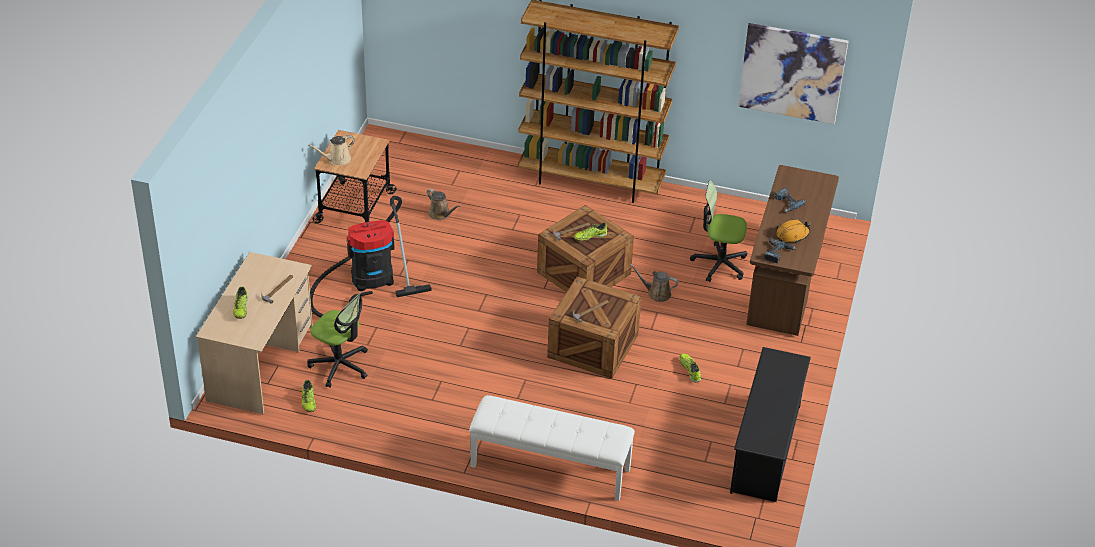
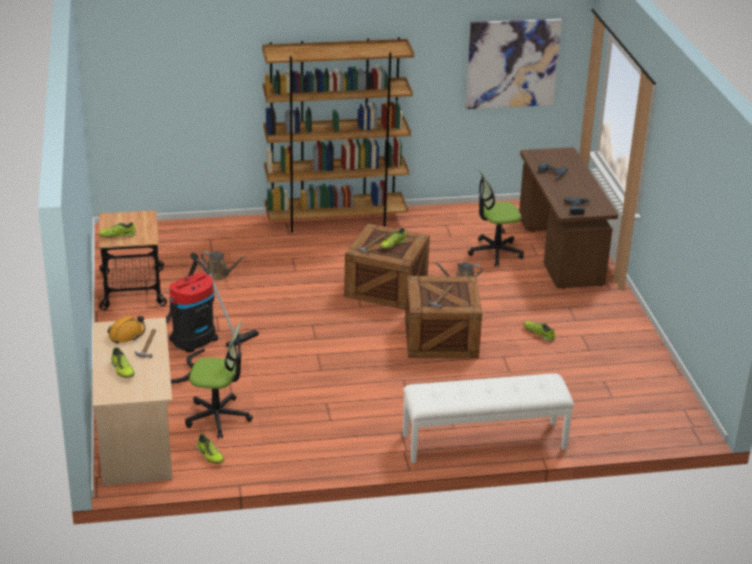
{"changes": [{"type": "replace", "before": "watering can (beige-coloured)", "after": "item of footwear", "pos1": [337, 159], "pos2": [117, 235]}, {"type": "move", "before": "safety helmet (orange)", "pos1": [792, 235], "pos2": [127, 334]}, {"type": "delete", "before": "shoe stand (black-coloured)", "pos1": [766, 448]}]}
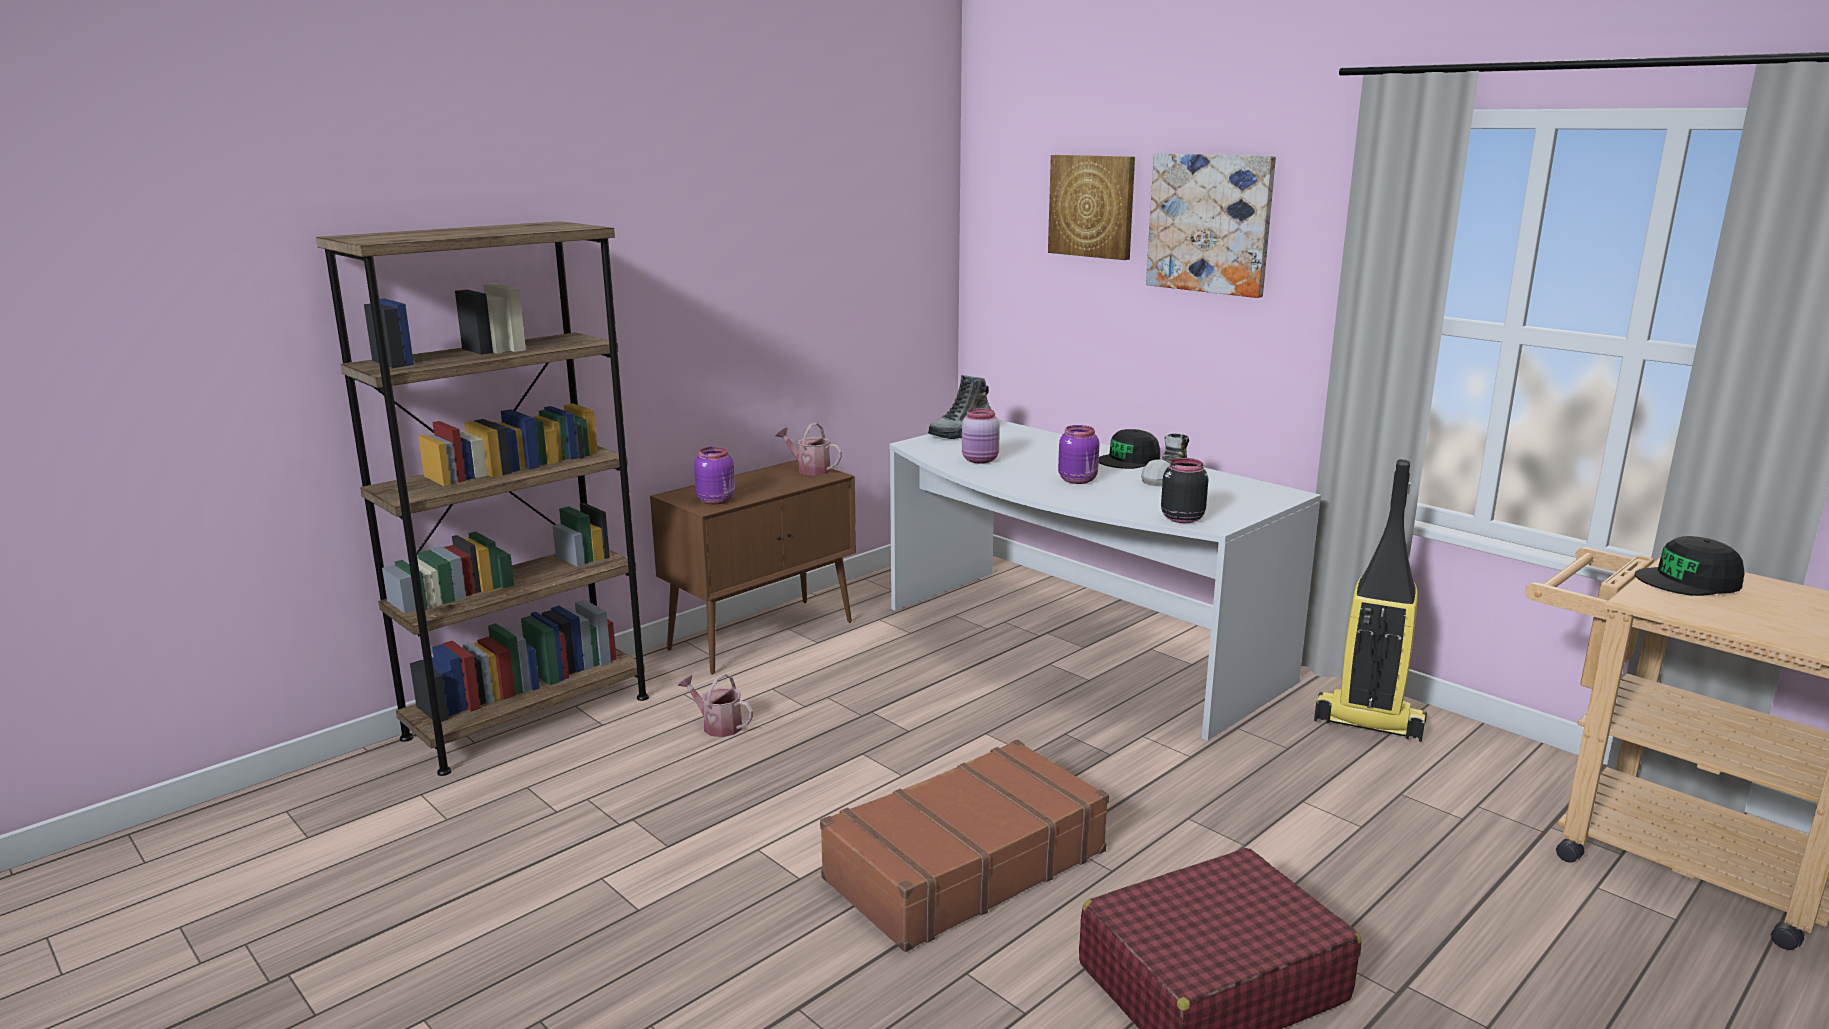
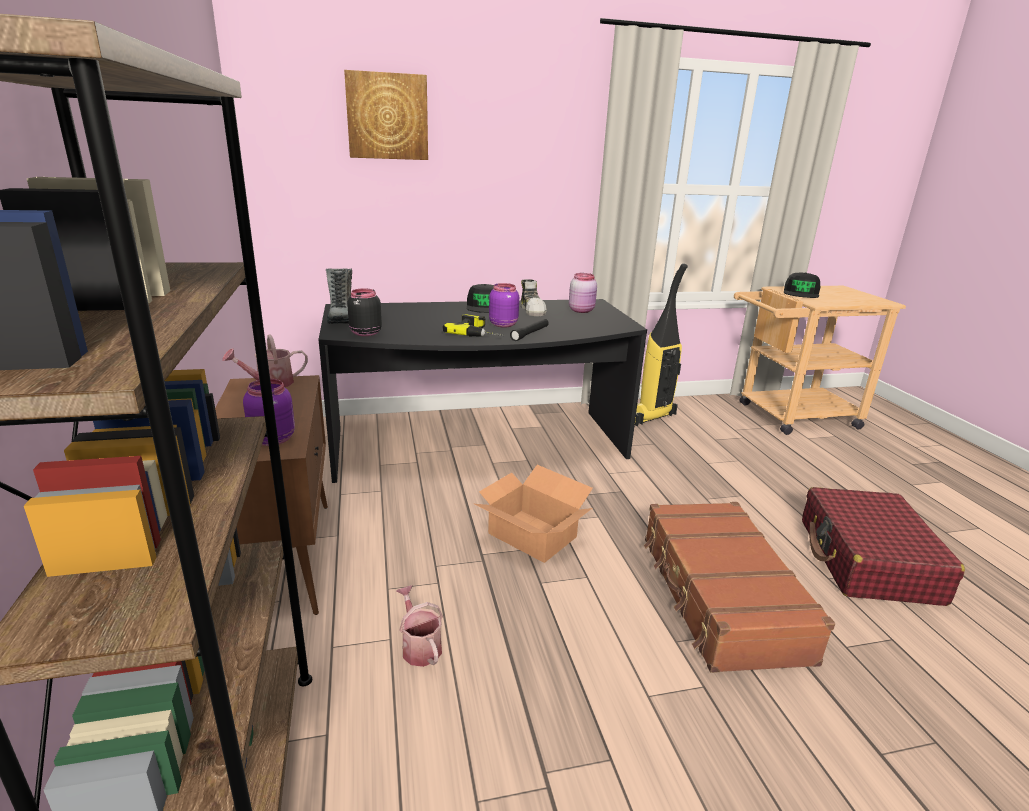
{"changes": [{"type": "delete", "before": "wall art", "pos1": [1210, 223]}, {"type": "move", "before": "storage jar (pink-coloured)", "pos1": [981, 460], "pos2": [582, 310]}, {"type": "recolor", "before": "desk (white)", "after": "desk (black-coloured)", "pos1": [1073, 647], "pos2": [480, 447]}, {"type": "move", "before": "storage jar (black-coloured)", "pos1": [1181, 518], "pos2": [364, 333]}, {"type": "rotate", "before": "watering can", "pos1": [717, 725], "pos2": [419, 646], "turn": 90}, {"type": "insert", "after": "drill", "pos2": [479, 333]}, {"type": "insert", "after": "torch (black-coloured)", "pos2": [530, 334]}, {"type": "insert", "after": "cardboard box", "pos2": [532, 534]}]}
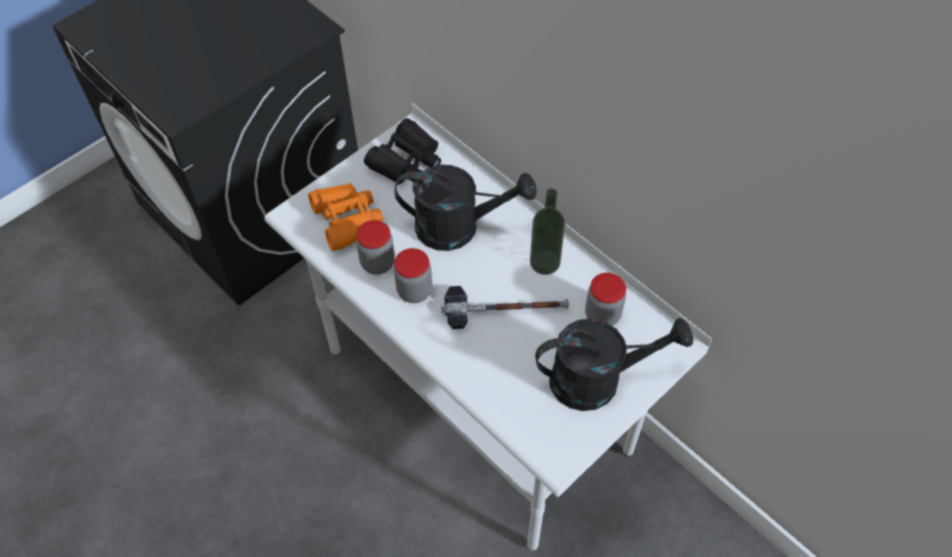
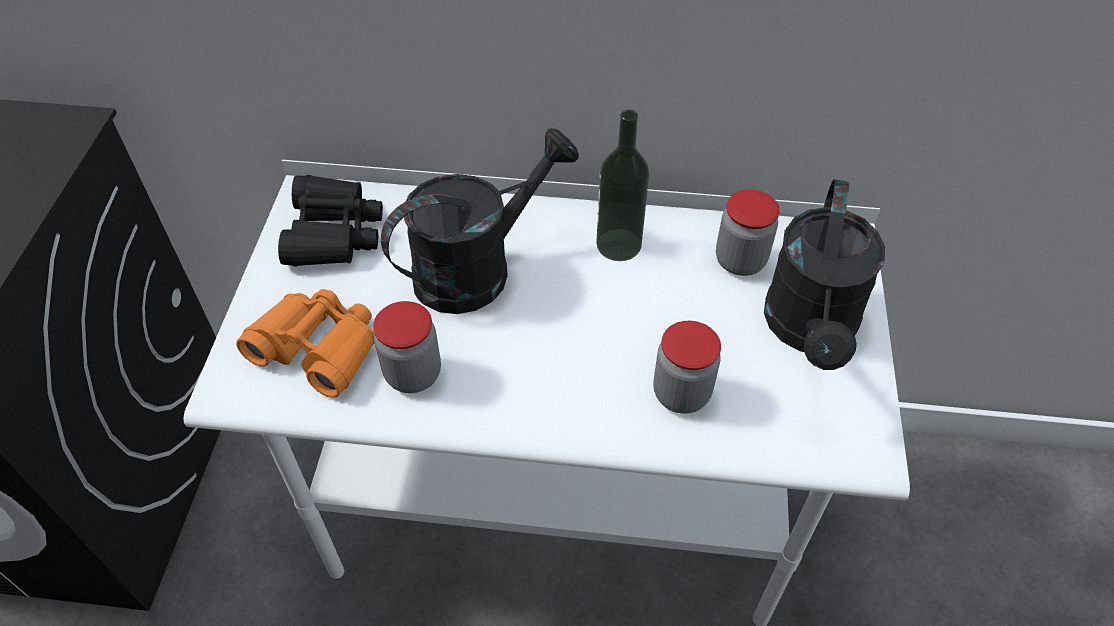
{"changes": [{"type": "move", "before": "storage jar", "pos1": [414, 291], "pos2": [681, 393]}, {"type": "delete", "before": "hammer", "pos1": [504, 309]}, {"type": "rotate", "before": "watering can (black-coloured)", "pos1": [598, 379], "pos2": [810, 331], "turn": 150}]}
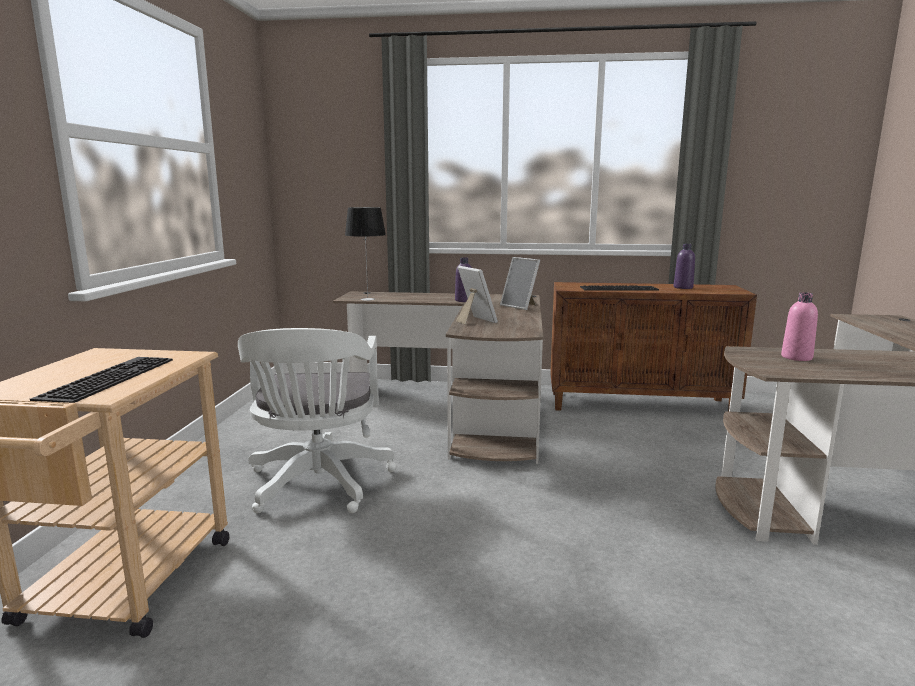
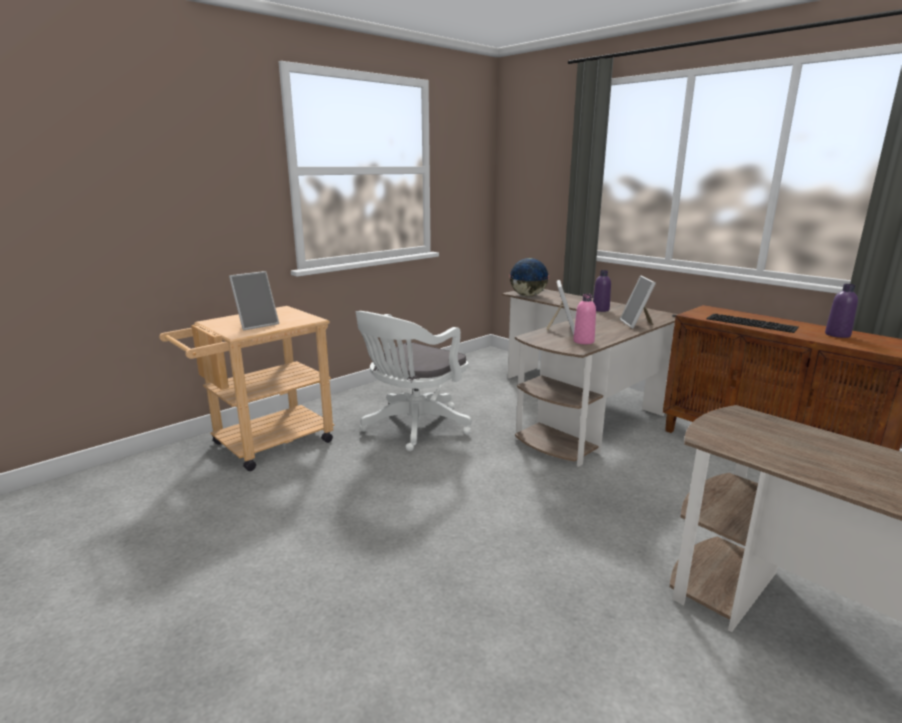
{"changes": [{"type": "replace", "before": "lamp for a table", "after": "world globe", "pos1": [367, 299], "pos2": [527, 296]}, {"type": "move", "before": "drink bottle (pink-coloured)", "pos1": [796, 357], "pos2": [583, 341]}, {"type": "replace", "before": "PC keyboard", "after": "standing frame", "pos1": [107, 377], "pos2": [257, 324]}]}
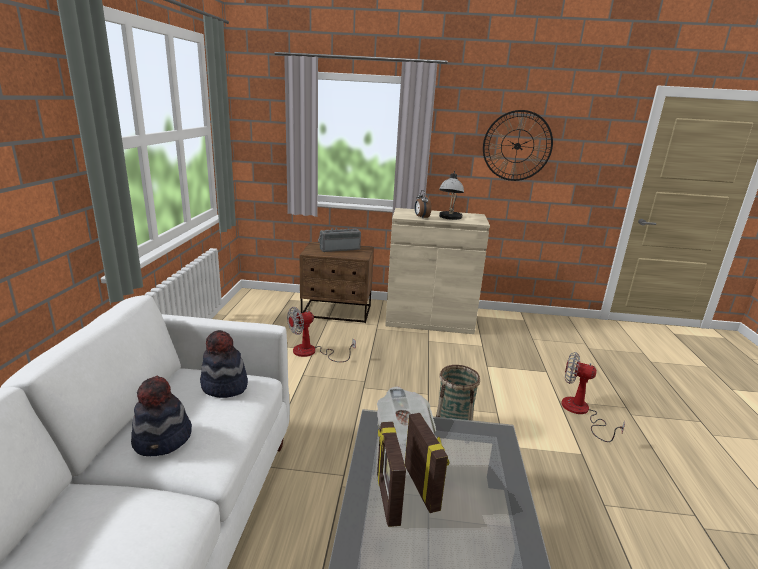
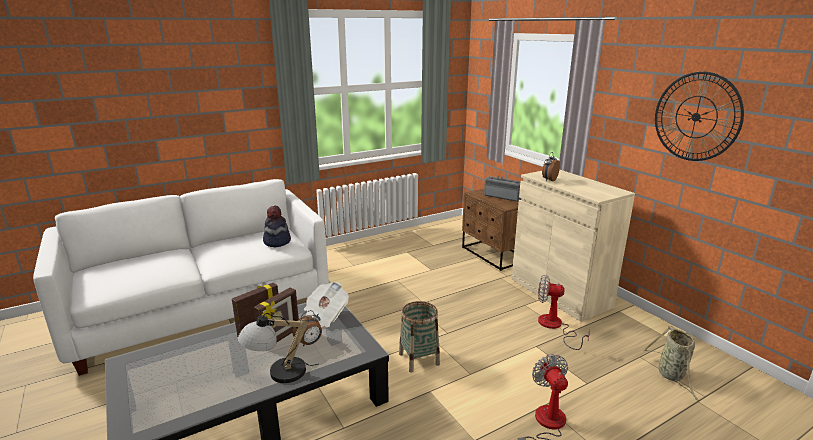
{"changes": [{"type": "move", "before": "lamp for a table", "pos1": [449, 218], "pos2": [277, 374]}, {"type": "move", "before": "cooling fan", "pos1": [312, 352], "pos2": [555, 327]}, {"type": "delete", "before": "hat", "pos1": [163, 440]}, {"type": "insert", "after": "table clock", "pos2": [309, 343]}, {"type": "insert", "after": "storage basket", "pos2": [672, 376]}]}
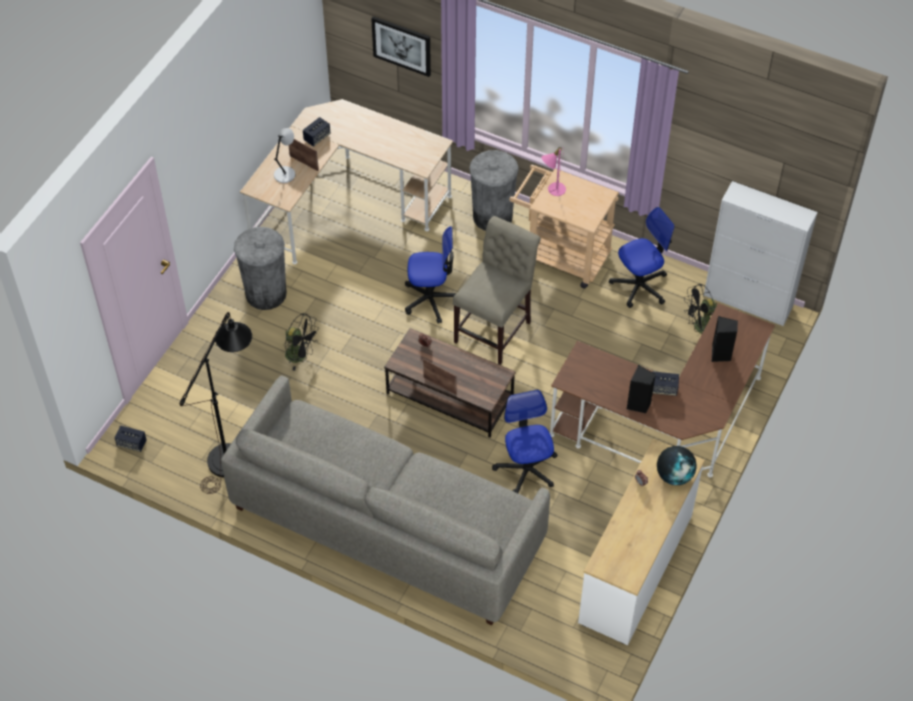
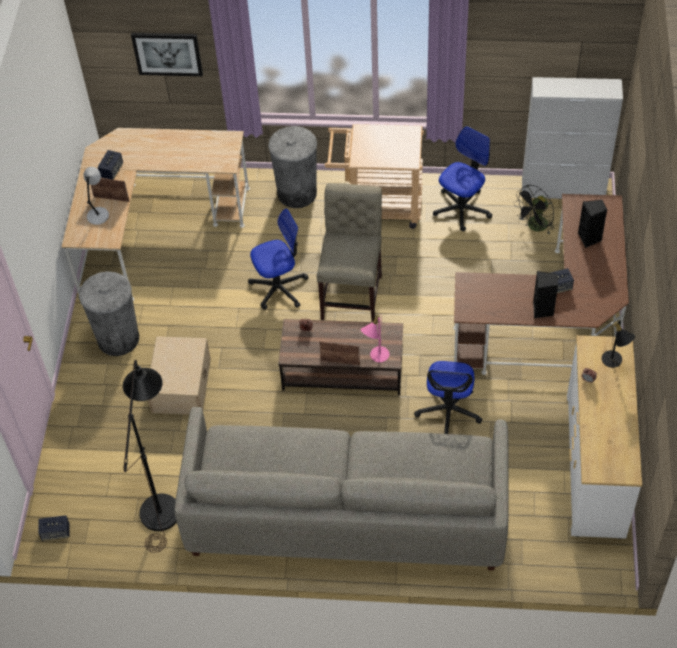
{"changes": [{"type": "move", "before": "lamp for a table (pink-coloured)", "pos1": [553, 189], "pos2": [376, 356]}, {"type": "replace", "before": "cooling fan (black-coloured)", "after": "storage box (beige-coloured)", "pos1": [301, 355], "pos2": [181, 384]}, {"type": "rotate", "before": "computer chair", "pos1": [526, 469], "pos2": [448, 411], "turn": -135}, {"type": "replace", "before": "world globe", "after": "lamp for a table (black-coloured)", "pos1": [674, 475], "pos2": [614, 362]}]}
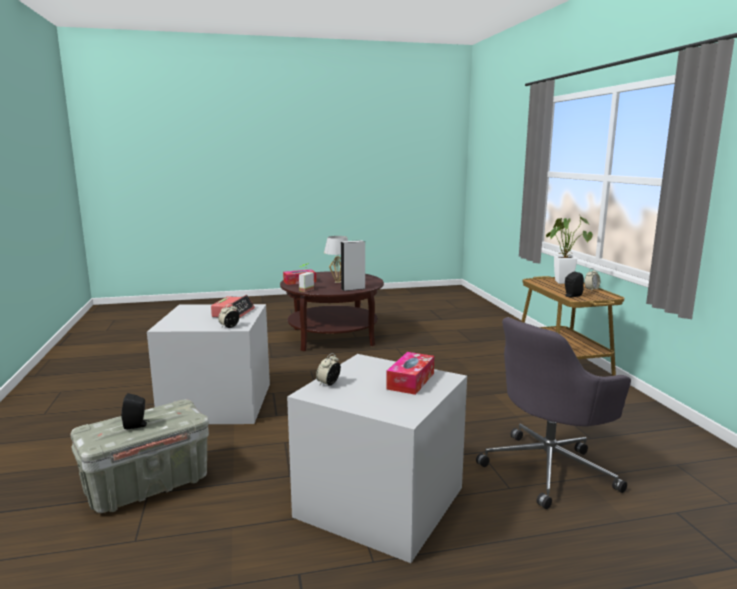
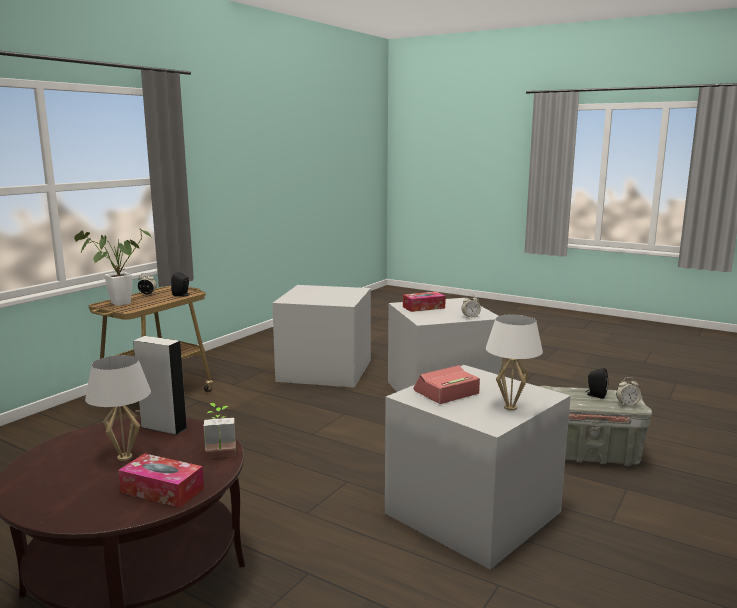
{"changes": [{"type": "move", "before": "table clock", "pos1": [229, 327], "pos2": [627, 404]}, {"type": "replace", "before": "computer chair (gray)", "after": "storage box (gray)", "pos1": [549, 468], "pos2": [326, 371]}, {"type": "insert", "after": "lamp for a table (white)", "pos2": [510, 407]}]}
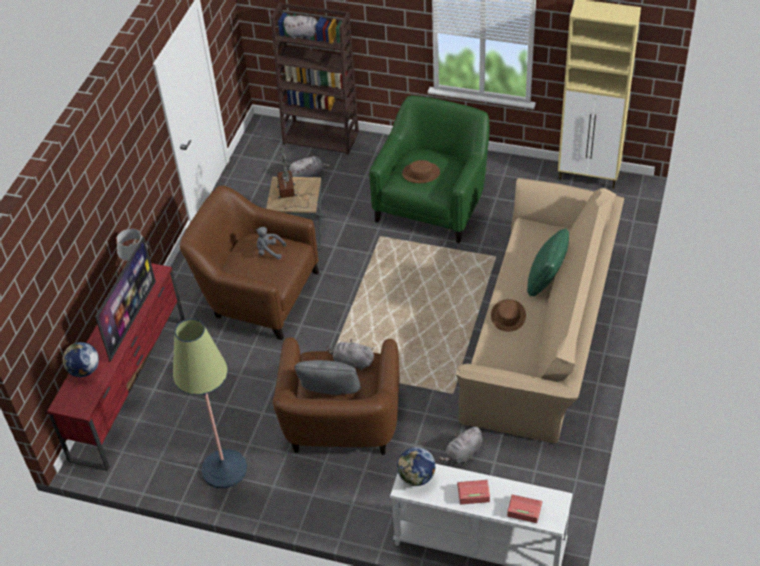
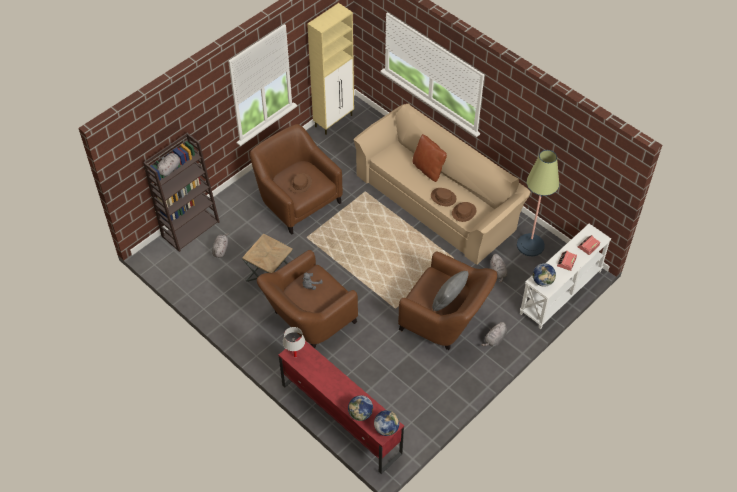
{"changes": [{"type": "recolor", "before": "armchair (green)", "after": "armchair (brown-coloured)", "pos1": [433, 202], "pos2": [297, 199]}, {"type": "delete", "before": "lamp for a table", "pos1": [290, 193]}, {"type": "recolor", "before": "pillow (green)", "after": "pillow (brown-coloured)", "pos1": [546, 281], "pos2": [428, 169]}, {"type": "delete", "before": "TV", "pos1": [131, 320]}, {"type": "move", "before": "standing lamp", "pos1": [224, 469], "pos2": [530, 245]}, {"type": "move", "before": "soft toy (gray)", "pos1": [351, 362], "pos2": [494, 339]}, {"type": "insert", "after": "hat (brown-coloured)", "pos2": [464, 212]}, {"type": "insert", "after": "world globe", "pos2": [386, 428]}]}
